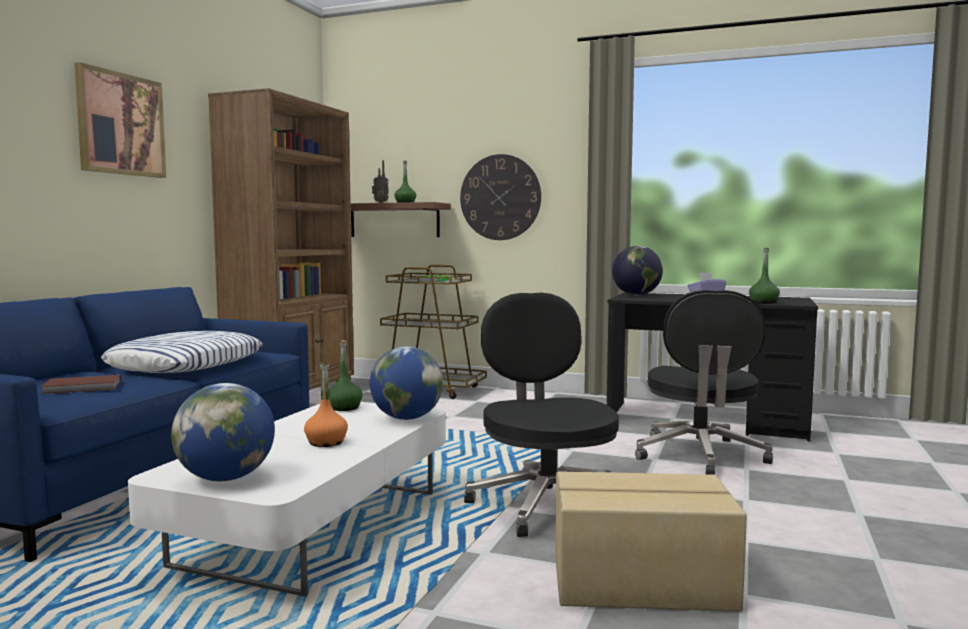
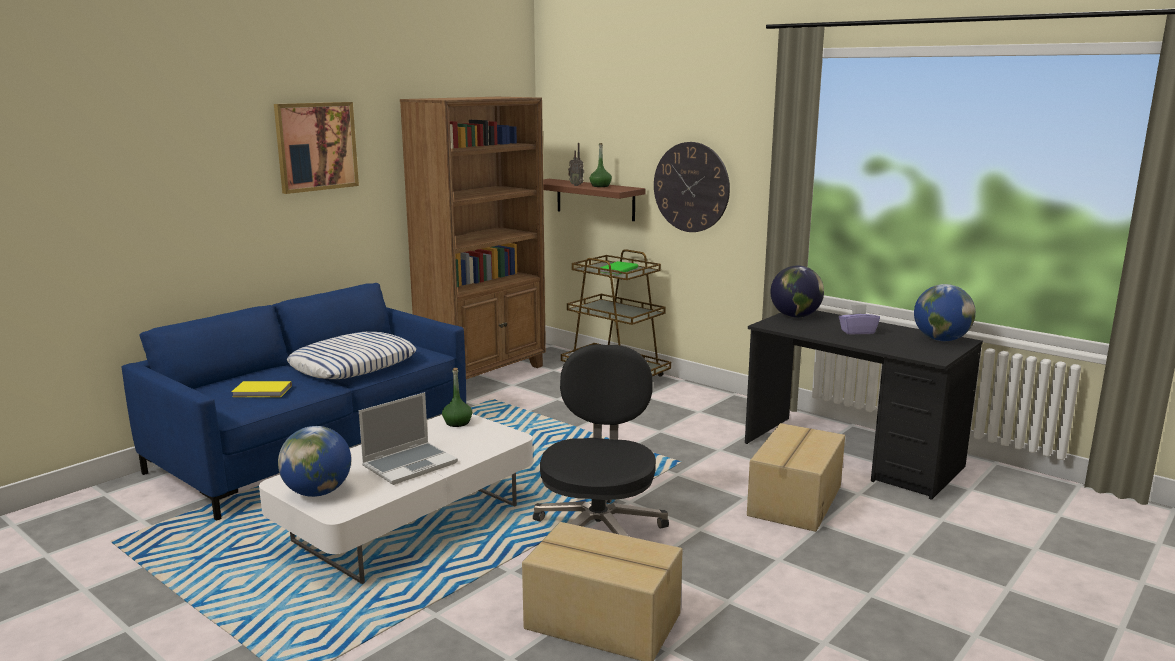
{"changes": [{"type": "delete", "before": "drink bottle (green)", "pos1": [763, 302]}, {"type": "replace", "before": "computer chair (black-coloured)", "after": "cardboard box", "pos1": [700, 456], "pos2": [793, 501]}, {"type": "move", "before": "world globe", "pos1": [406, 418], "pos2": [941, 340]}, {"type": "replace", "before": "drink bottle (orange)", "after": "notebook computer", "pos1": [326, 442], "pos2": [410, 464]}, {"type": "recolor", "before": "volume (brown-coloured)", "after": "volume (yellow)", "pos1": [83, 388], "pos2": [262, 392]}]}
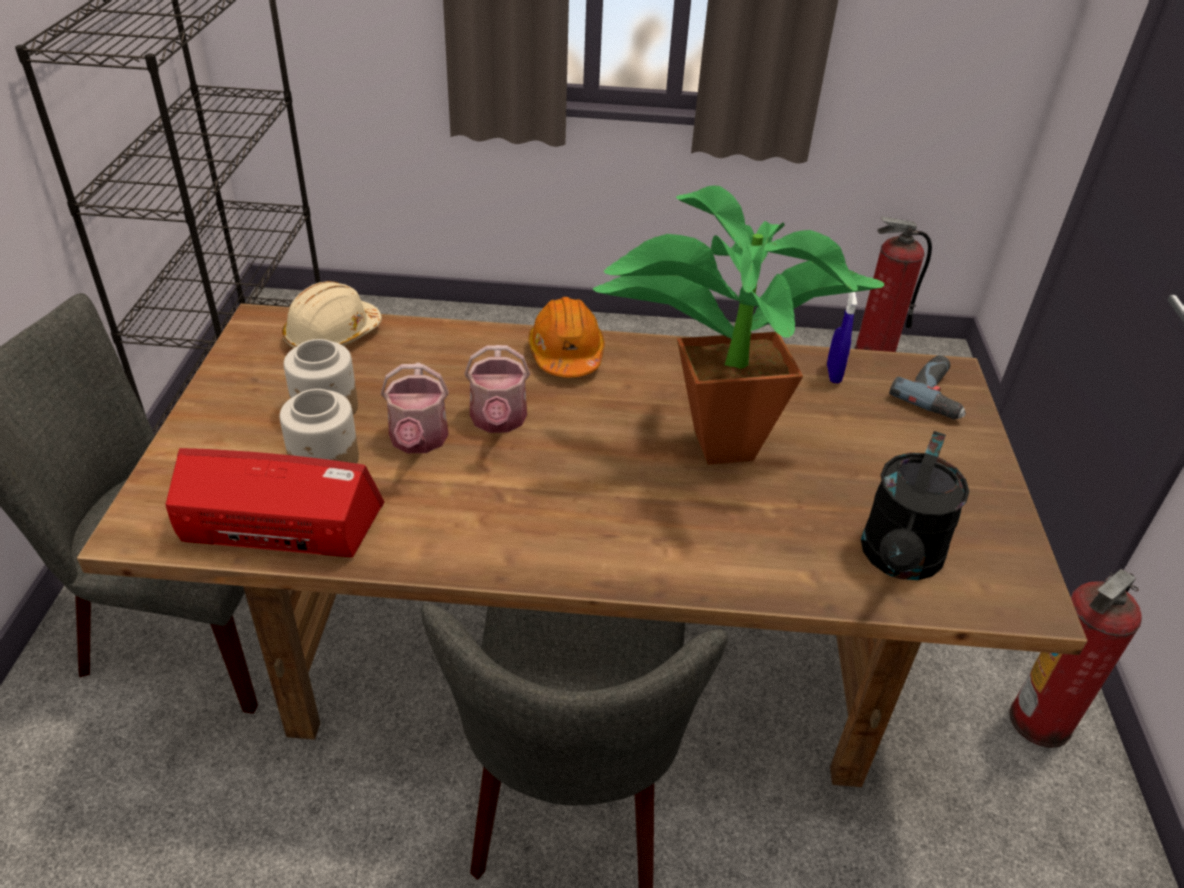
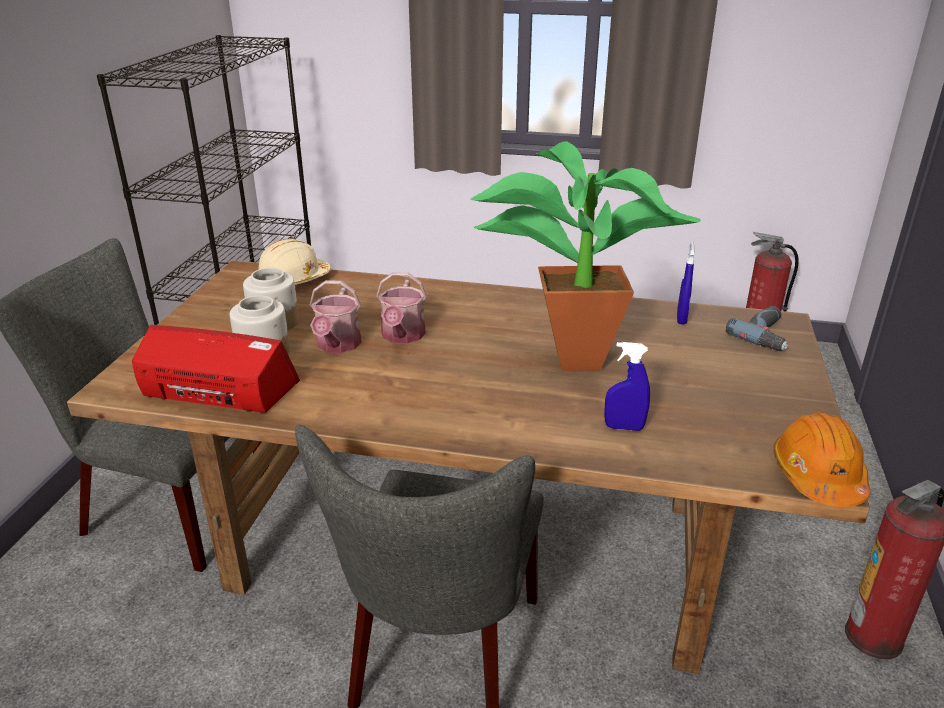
{"changes": [{"type": "move", "before": "safety helmet (orange)", "pos1": [566, 354], "pos2": [817, 476]}, {"type": "delete", "before": "watering can (black-coloured)", "pos1": [899, 560]}, {"type": "insert", "after": "hand sprayer (bluish)", "pos2": [624, 427]}]}
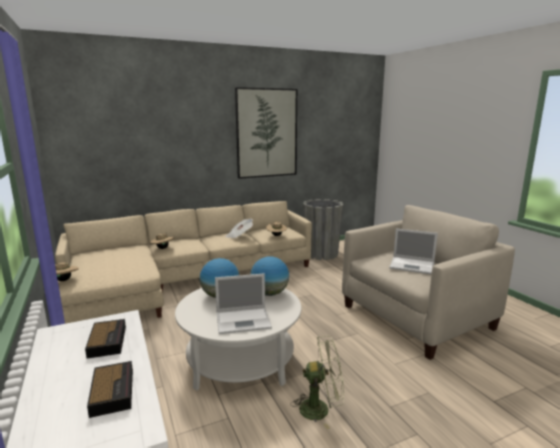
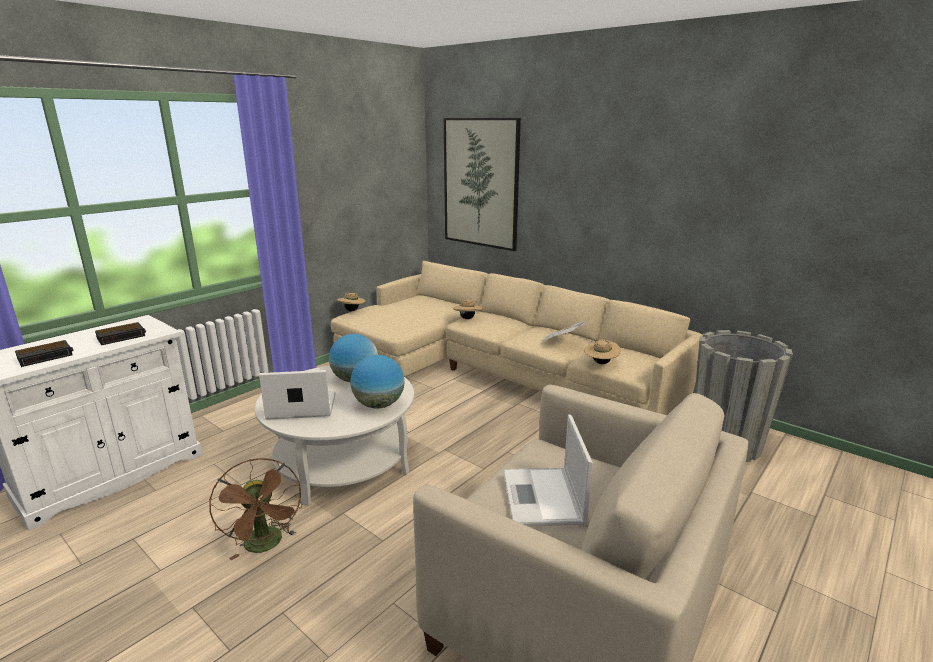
{"changes": [{"type": "move", "before": "wall art", "pos1": [267, 133], "pos2": [480, 183]}, {"type": "rotate", "before": "notebook computer", "pos1": [244, 320], "pos2": [300, 407], "turn": 120}, {"type": "recolor", "before": "cooling fan (green)", "after": "cooling fan (brown-coloured)", "pos1": [320, 409], "pos2": [266, 545]}]}
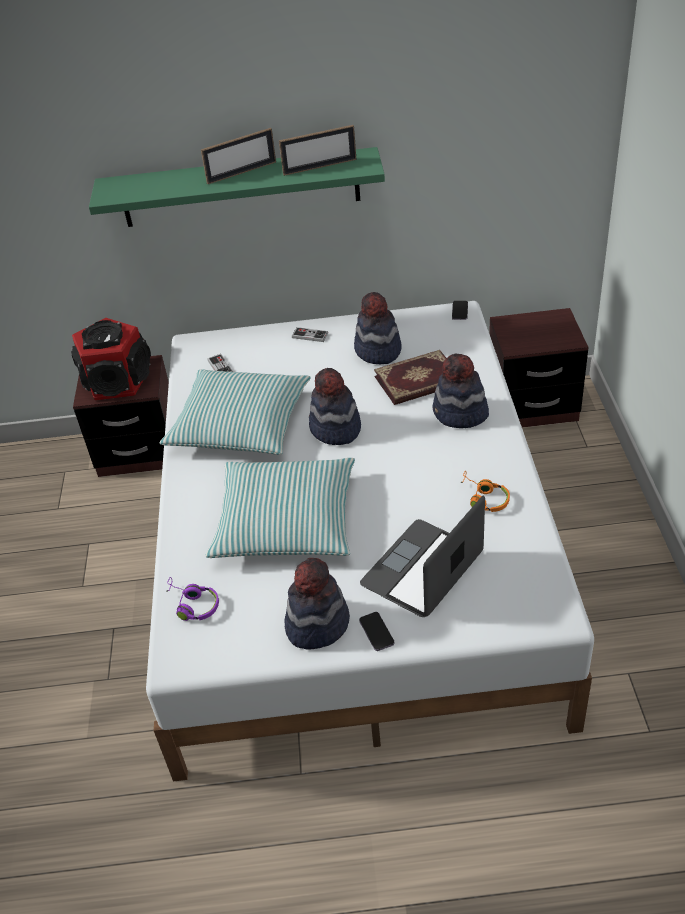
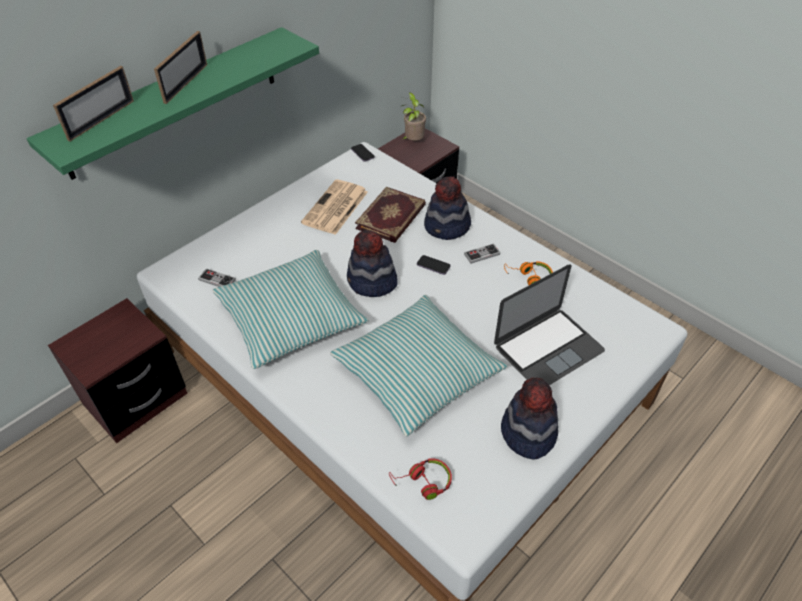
{"changes": [{"type": "move", "before": "standing frame", "pos1": [319, 167], "pos2": [101, 120]}, {"type": "replace", "before": "hat", "after": "daily paper", "pos1": [377, 351], "pos2": [335, 208]}, {"type": "delete", "before": "loudspeaker", "pos1": [118, 381]}, {"type": "move", "before": "gamepad", "pos1": [310, 335], "pos2": [482, 254]}, {"type": "rotate", "before": "notebook computer", "pos1": [422, 568], "pos2": [548, 348], "turn": -120}, {"type": "recolor", "before": "headphones (purple-coloured)", "after": "headphones (red-coloured)", "pos1": [192, 605], "pos2": [423, 482]}, {"type": "move", "before": "telephone", "pos1": [376, 632], "pos2": [433, 266]}, {"type": "insert", "after": "plant in a pot", "pos2": [413, 141]}]}
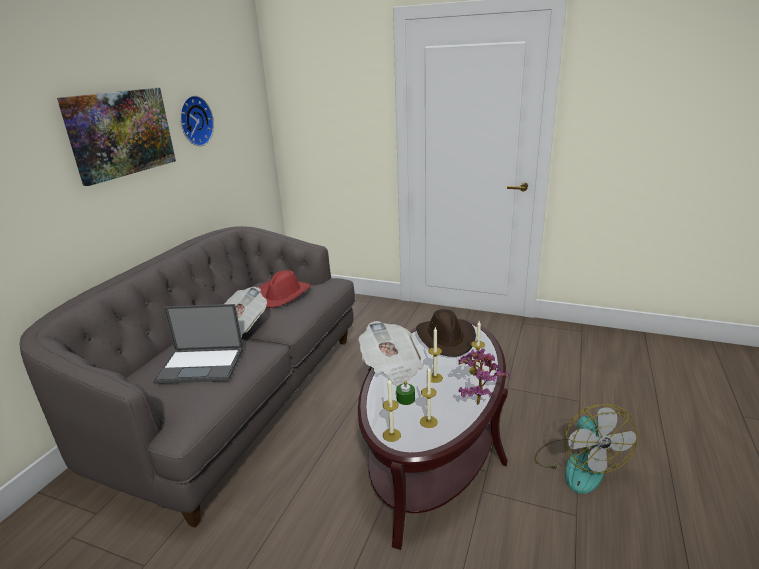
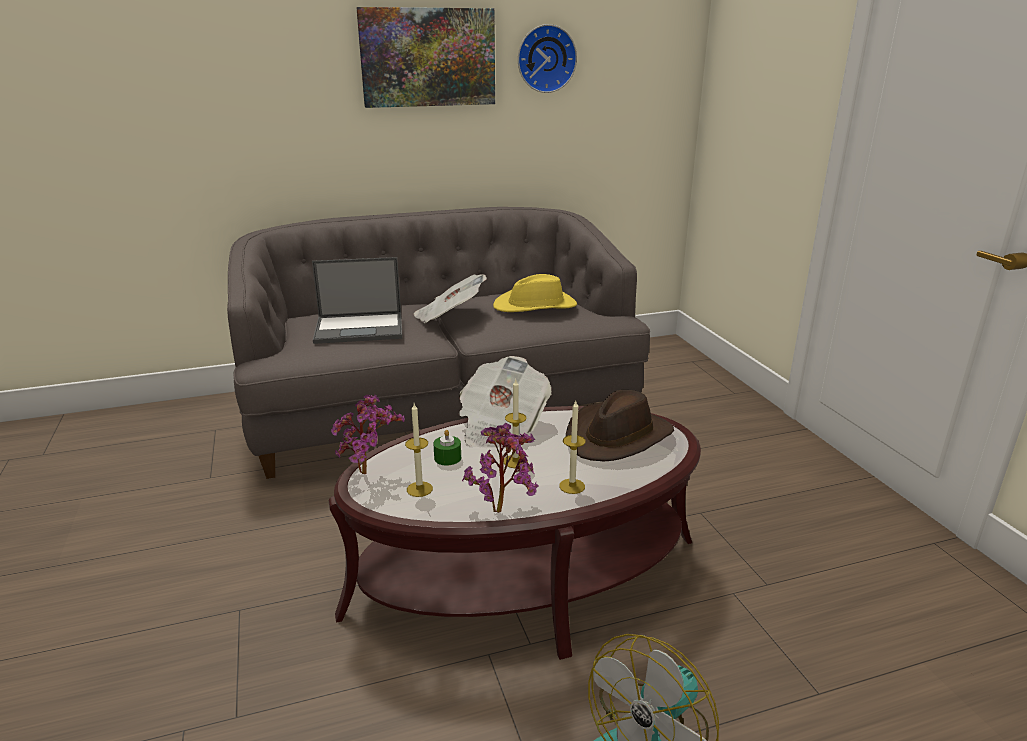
{"changes": [{"type": "recolor", "before": "hat (red-coloured)", "after": "hat (yellow)", "pos1": [283, 295], "pos2": [536, 306]}, {"type": "rotate", "before": "notebook computer", "pos1": [202, 365], "pos2": [360, 328], "turn": -60}, {"type": "replace", "before": "candle", "after": "plant in a pot", "pos1": [391, 435], "pos2": [369, 474]}]}
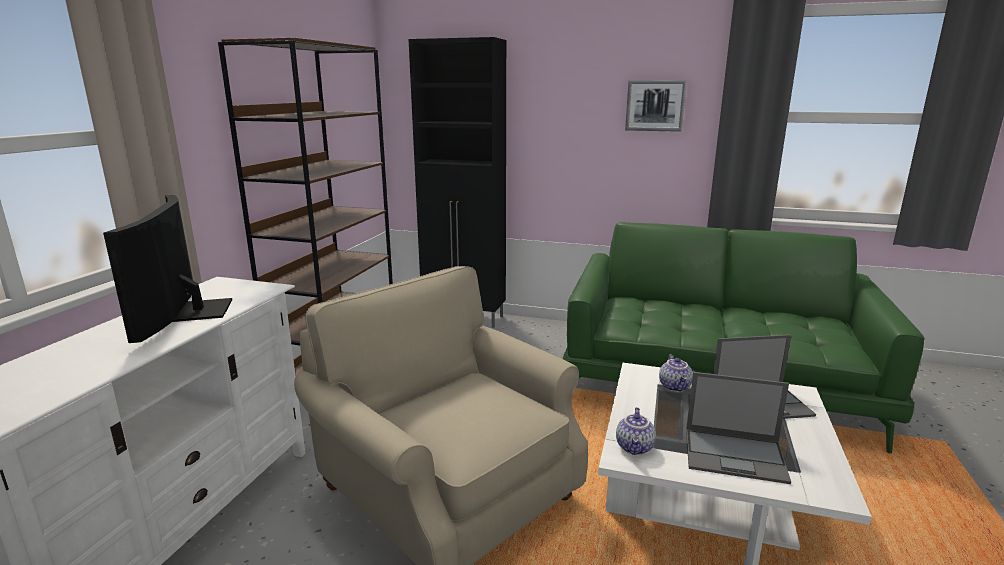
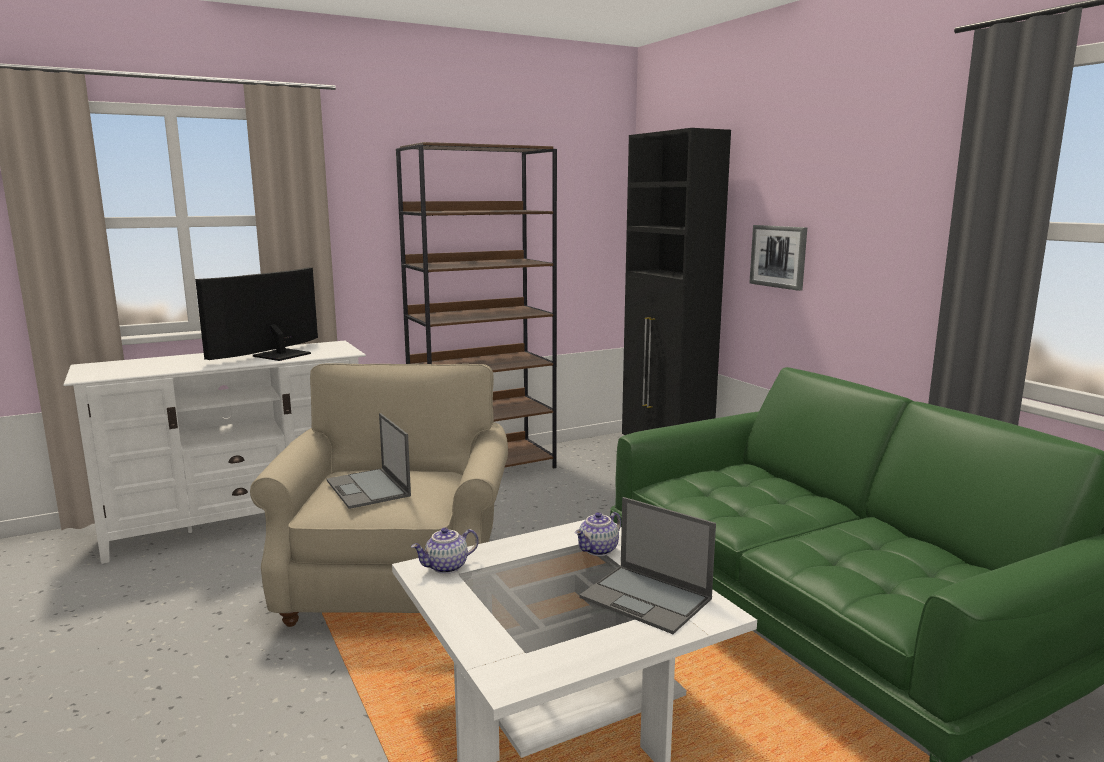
{"changes": [{"type": "move", "before": "wall art", "pos1": [655, 105], "pos2": [778, 256]}, {"type": "move", "before": "notebook computer", "pos1": [736, 455], "pos2": [368, 488]}]}
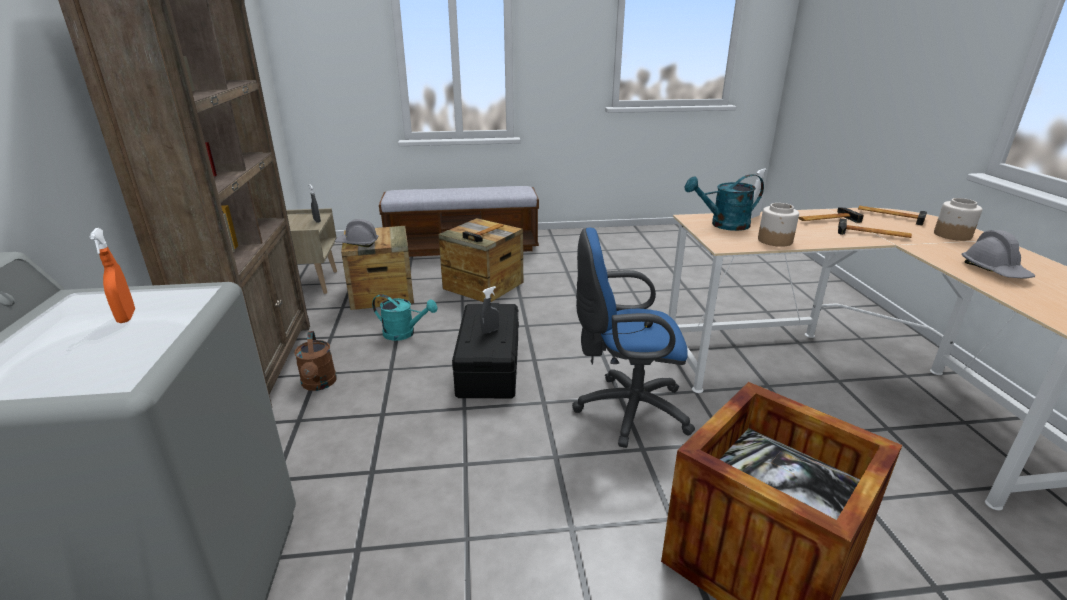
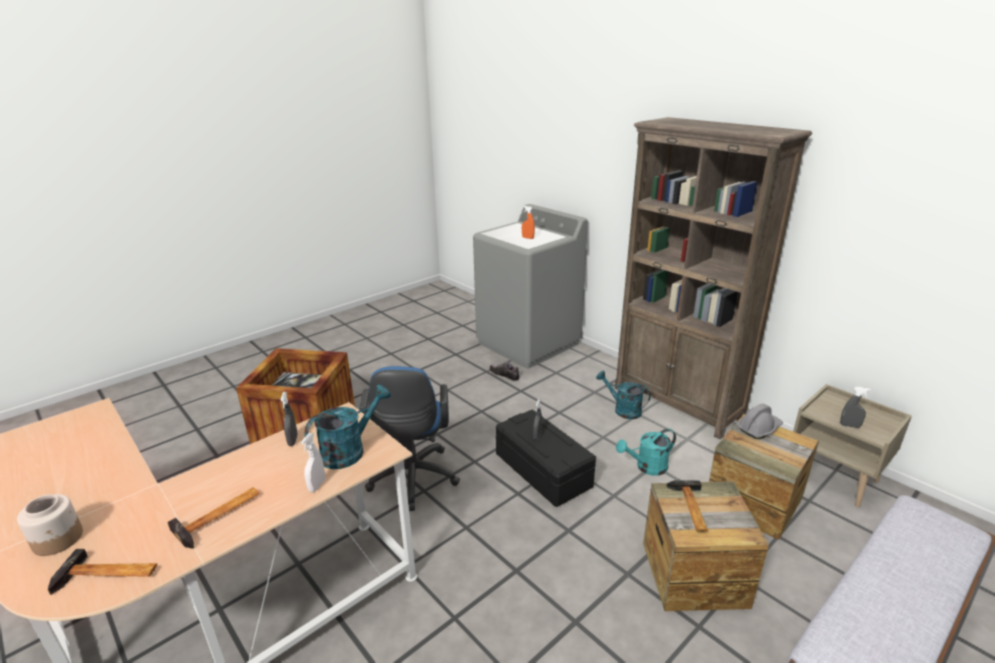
{"changes": [{"type": "replace", "before": "storage jar", "after": "hand sprayer (gray)", "pos1": [775, 240], "pos2": [293, 440]}, {"type": "delete", "before": "hammer", "pos1": [873, 235]}, {"type": "rotate", "before": "computer chair (bluish)", "pos1": [626, 410], "pos2": [412, 481], "turn": 120}, {"type": "delete", "before": "safety helmet (gray)", "pos1": [994, 271]}, {"type": "recolor", "before": "watering can (brown-coloured)", "after": "watering can (turquoise-coloured)", "pos1": [319, 384], "pos2": [623, 410]}, {"type": "insert", "after": "item of footwear", "pos2": [504, 374]}]}
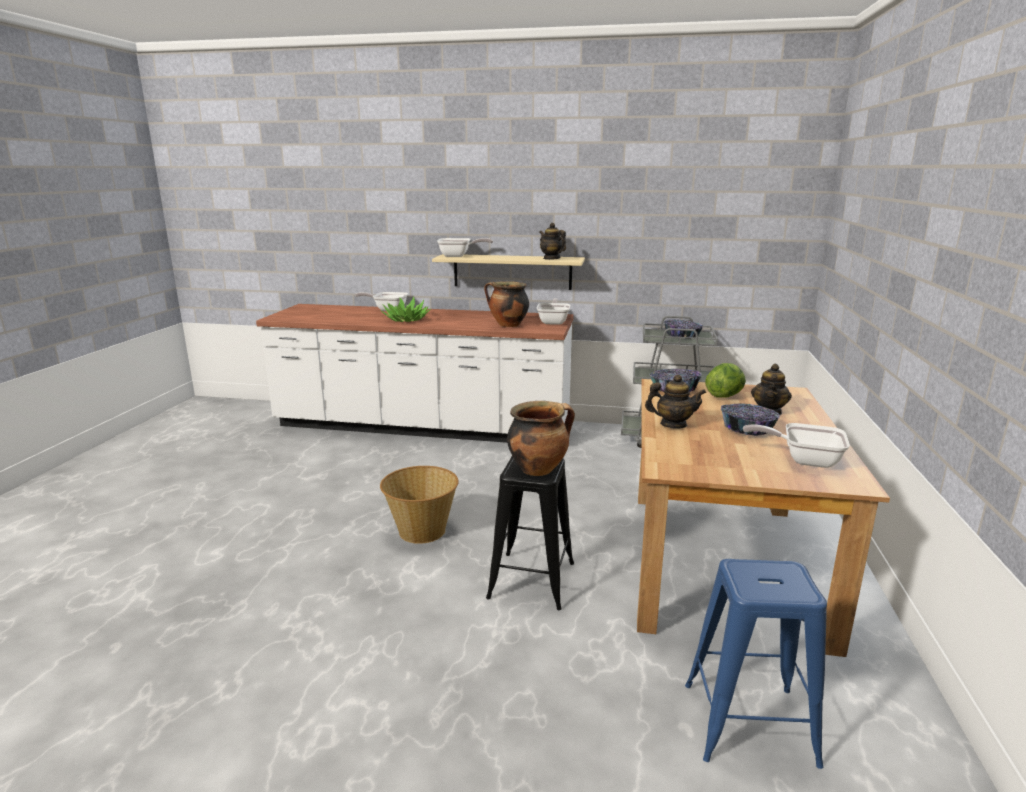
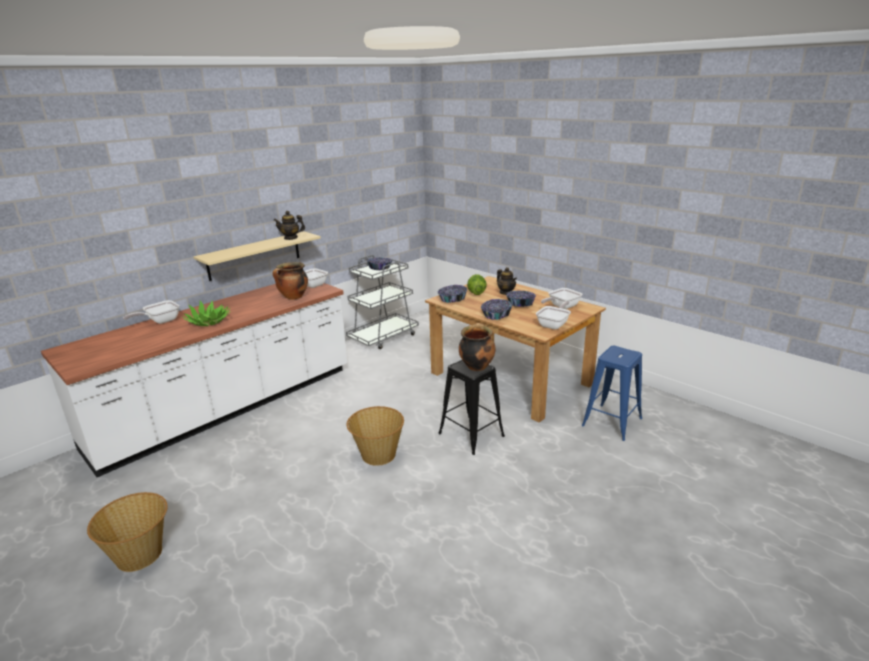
{"changes": [{"type": "move", "before": "pan", "pos1": [458, 256], "pos2": [554, 324]}, {"type": "replace", "before": "pot for tea", "after": "deep dish", "pos1": [673, 424], "pos2": [496, 315]}, {"type": "insert", "after": "storage basket", "pos2": [140, 554]}]}
